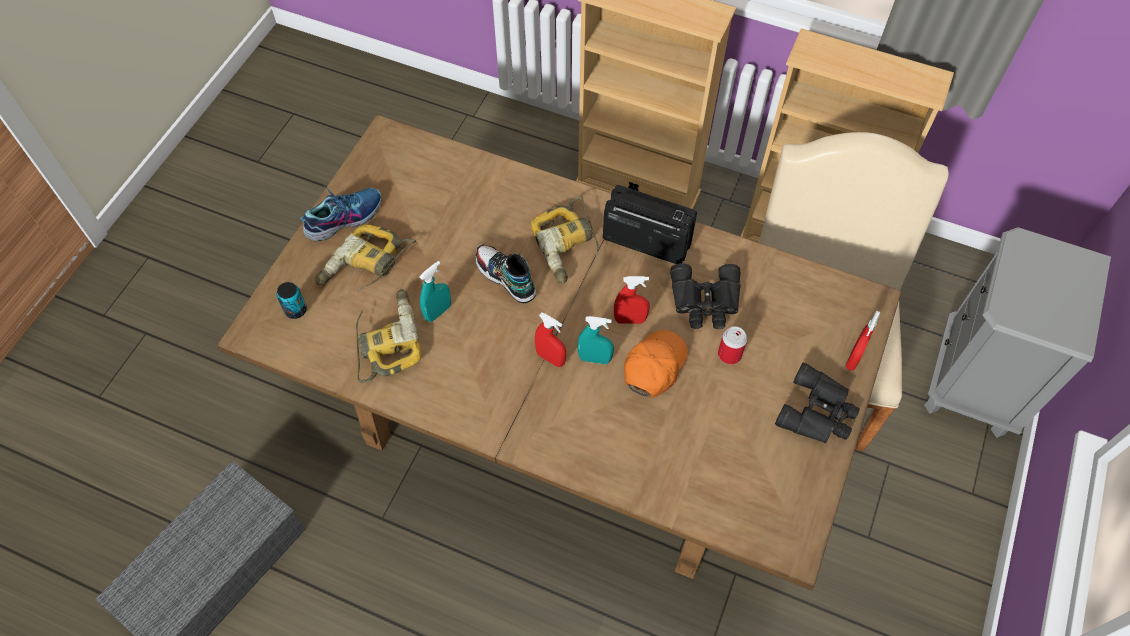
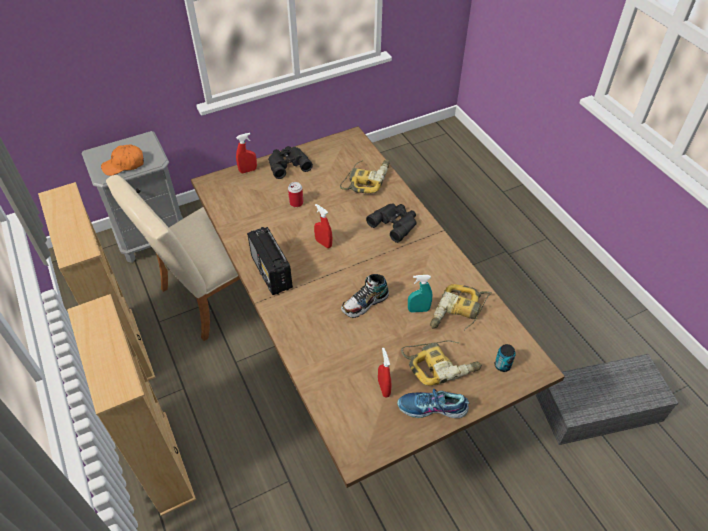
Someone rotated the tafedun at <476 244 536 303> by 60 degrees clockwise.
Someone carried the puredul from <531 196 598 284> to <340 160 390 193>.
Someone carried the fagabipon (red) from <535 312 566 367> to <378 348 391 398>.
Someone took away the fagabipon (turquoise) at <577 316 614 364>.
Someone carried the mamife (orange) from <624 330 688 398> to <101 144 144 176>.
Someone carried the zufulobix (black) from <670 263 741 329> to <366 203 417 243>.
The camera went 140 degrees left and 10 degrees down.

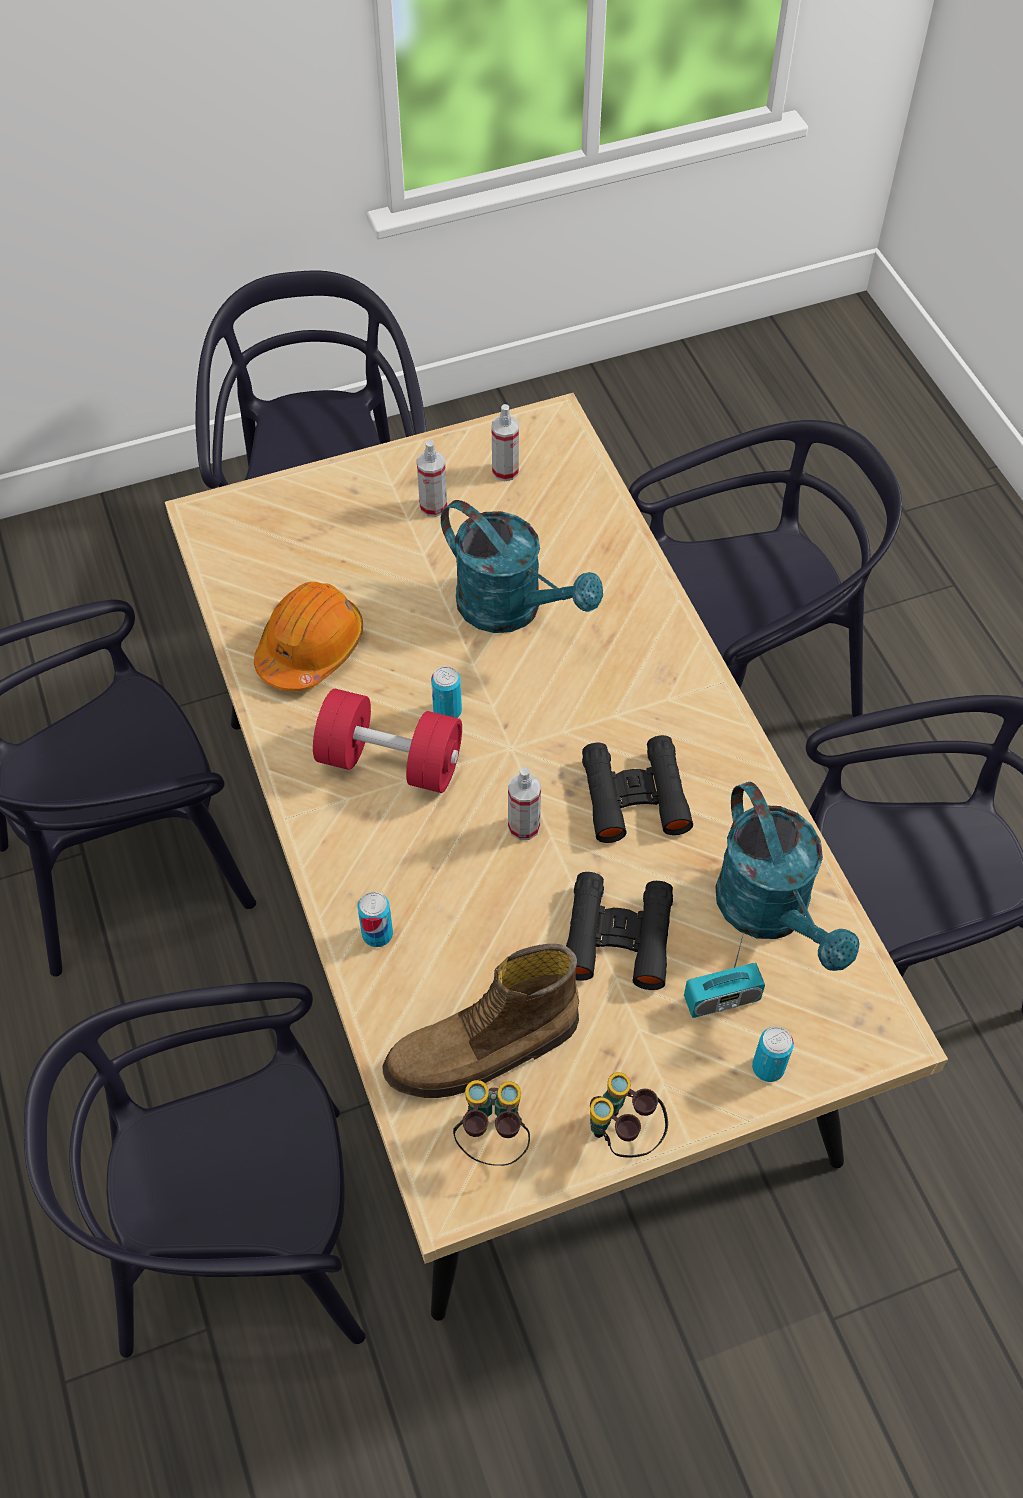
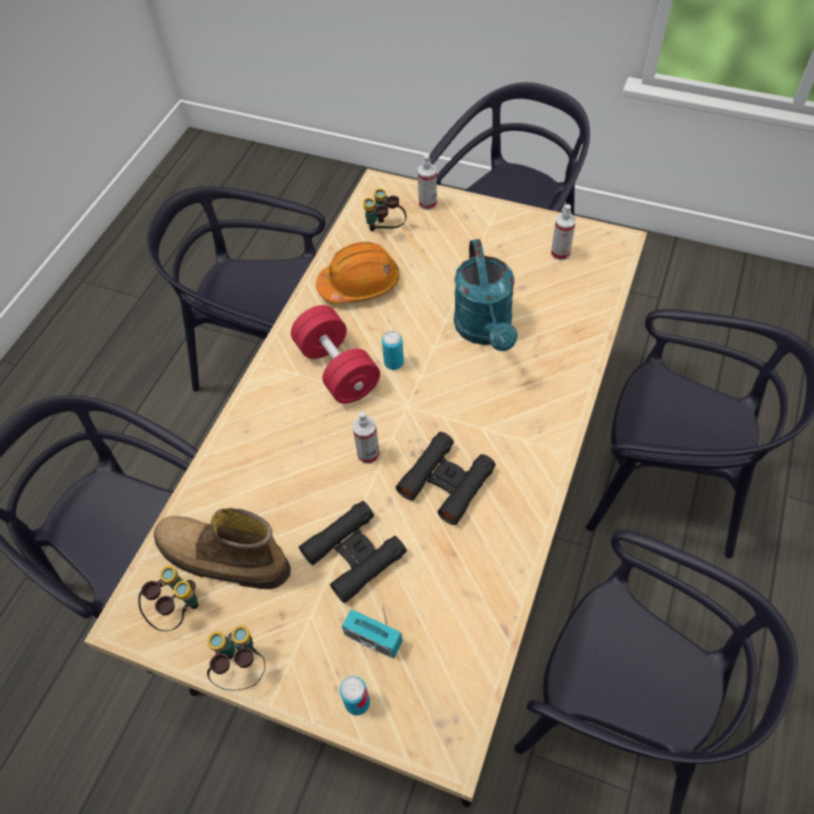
Someone took away the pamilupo at <357 892 393 947>.
Someone carried the fagabipon from <417 440 447 517> to <418 155 437 210>.
Someone took away the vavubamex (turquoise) at <715 782 860 971>.
Someone put down the zufulobix at <363 188 406 231>.
The camera went 45 degrees right and 0 degrees up.

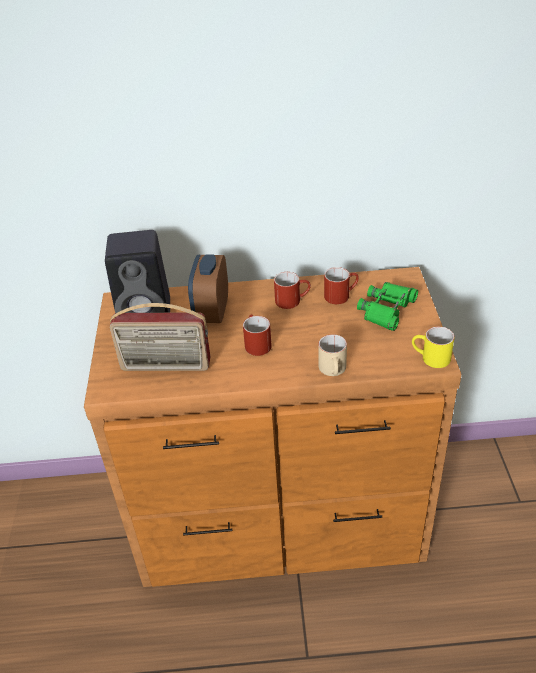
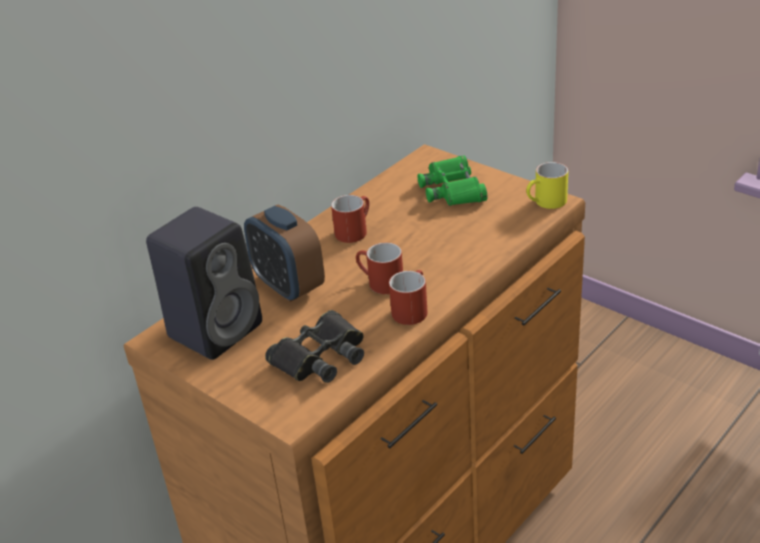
Someone swapped the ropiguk at <110 303 211 371> for the zufulobix (black) at <265 310 364 383>.
Someone took away the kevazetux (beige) at <318 334 347 376>.
Someone carried the kevazetux (red) from <324 267 359 304> to <389 270 428 325>.
The camera went 45 degrees left and 5 degrees down.

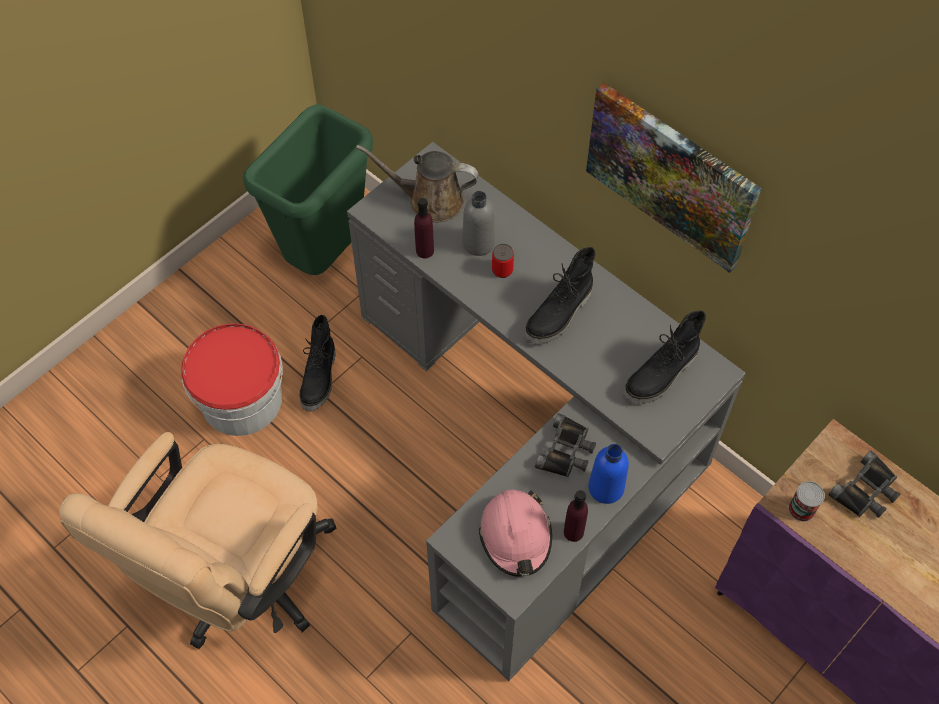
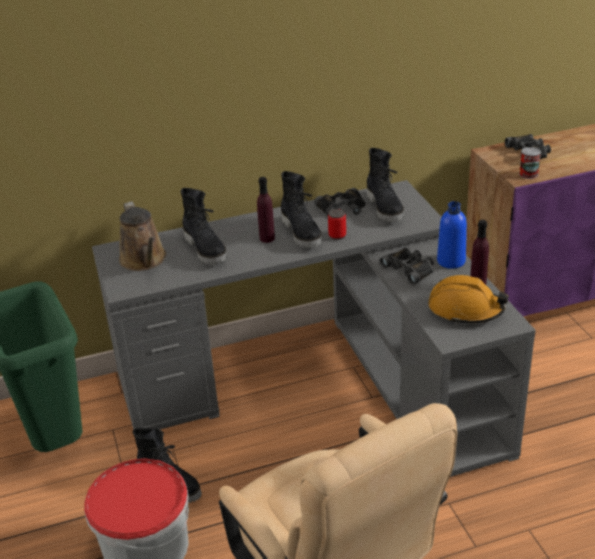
Someone rotated the vavubamex (brown) at <356 145 479 222> by 60 degrees counterclockwise.
Someone carried the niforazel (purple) from <414 198 434 258> to <257 177 275 243>.
Someone swapped the niforazel (grey) at <462 191 495 256> for the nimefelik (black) at <181 188 227 265>.
Someone repainted the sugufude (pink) at <479 489 552 577>, which became the sugufude (orange) at <428 275 509 325>.
Someone carried the pamilupo from <492 244 514 278> to <328 209 346 240>.
Someone took away the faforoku at <586 83 761 273>.
Someone put down the zufulobix (black) at <314 188 366 215>.
The camera went 60 degrees left and 25 degrees down.

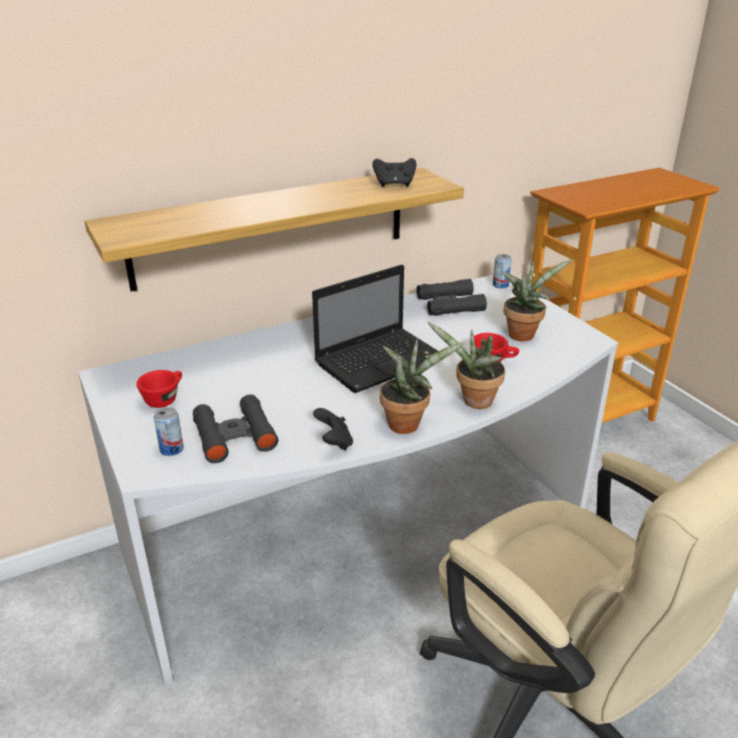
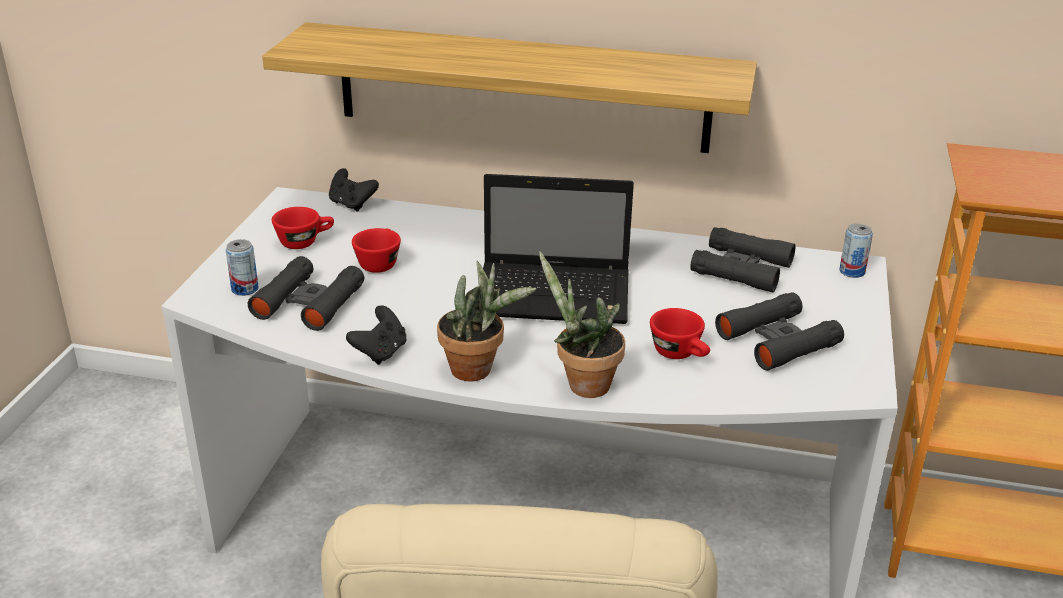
Someone carried the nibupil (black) from <373 158 416 187> to <329 168 379 212>.
Someone swapped the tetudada at <501 259 572 341> for the zufulobix (black) at <715 292 844 371>.
Someone put down the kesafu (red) at <352 228 401 273>.
The camera went 40 degrees right and 0 degrees up.

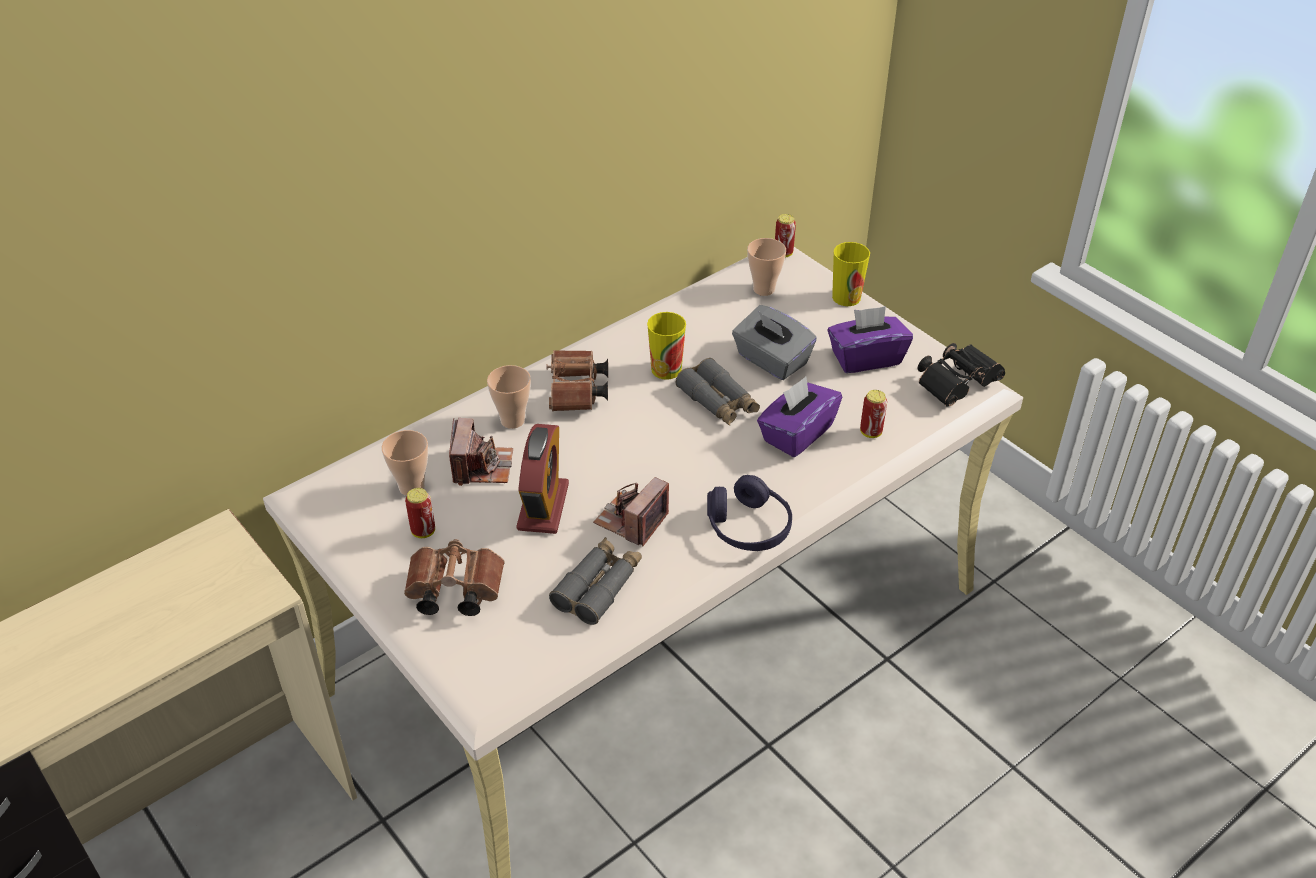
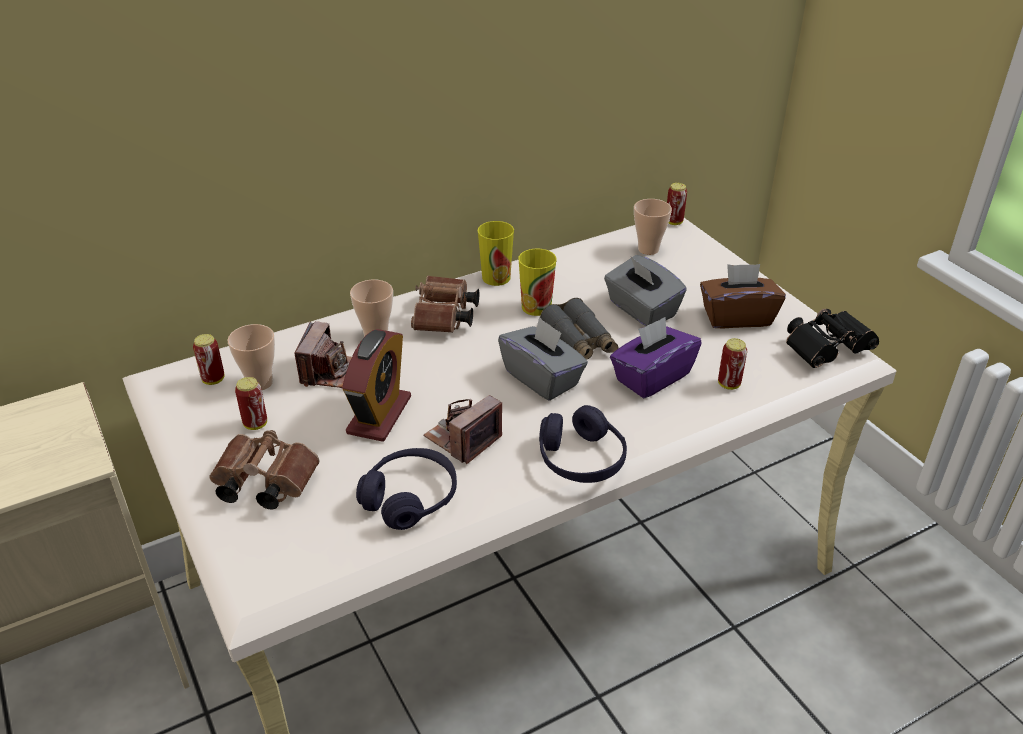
Someone swapped the zufulobix (grey) at <549 537 642 625> for the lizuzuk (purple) at <356 448 457 530>.
Someone repainted the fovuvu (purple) at <827 306 913 373>, which became the fovuvu (brown) at <700 264 786 328>.
Someone carried the kesafu from <832 242 870 306> to <478 221 514 286>.
Someone put down the pamilupo at <193 334 225 385>.
Someone put down the fovuvu (grey) at <498 317 588 401>.
The camera went 10 degrees right and 5 degrees down.

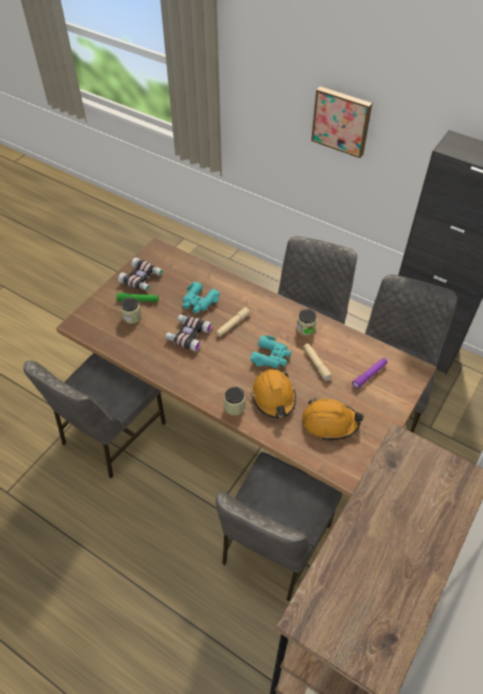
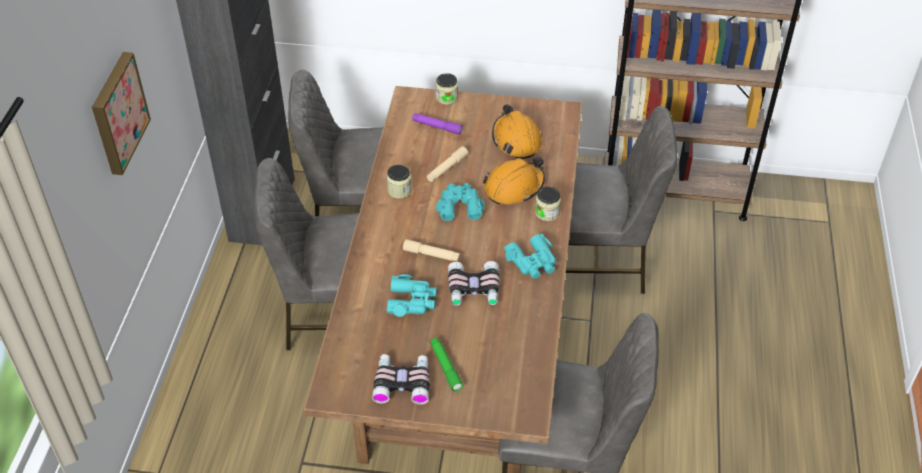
Someone carried the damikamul from <121 297 142 324> to <436 73 458 105>.
Someone put down the zufulobix (turquoise) at <504 234 556 279>.
The camera went 115 degrees left and 5 degrees down.

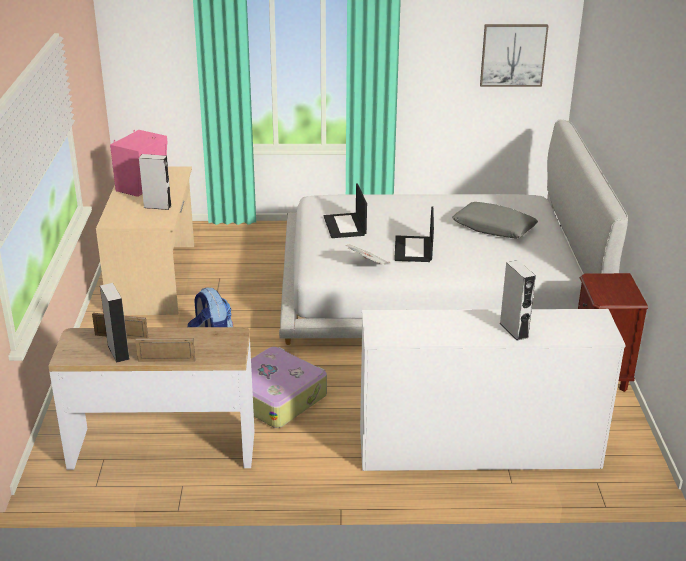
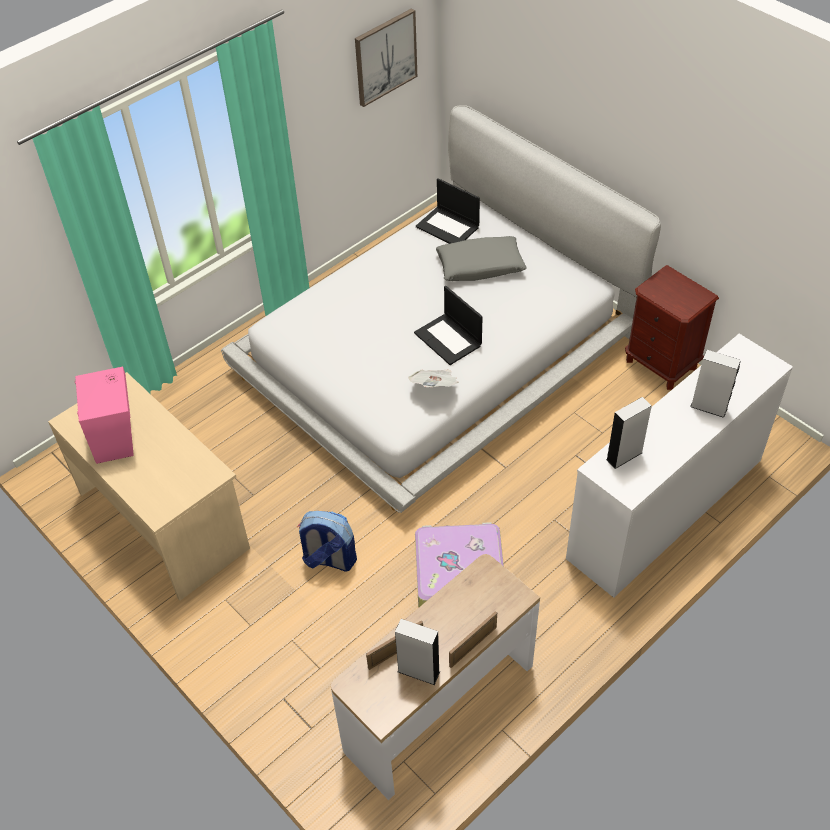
Someone carried the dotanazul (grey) from <139 154 172 210> to <606 397 652 469>.
Someone carried the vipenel from <324 183 367 238> to <416 178 480 244>.
The camera went 40 degrees left and 20 degrees up.

